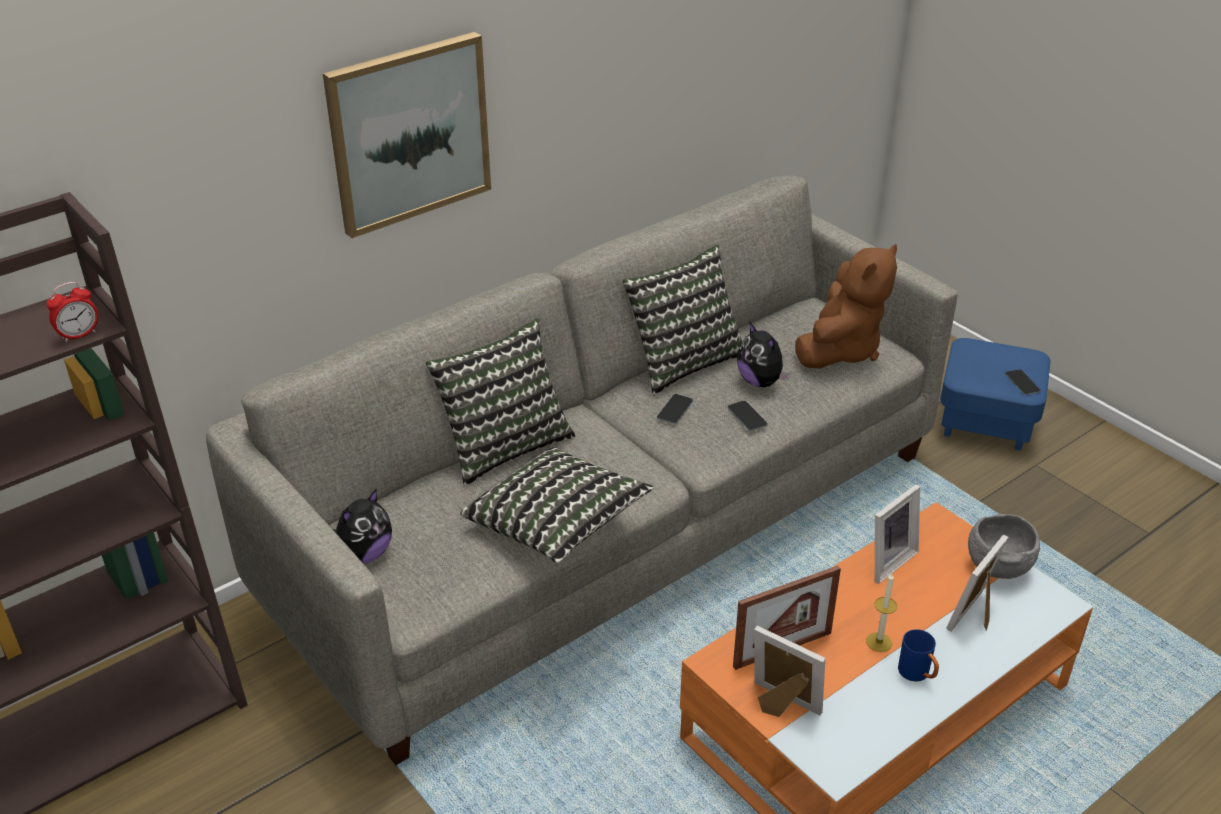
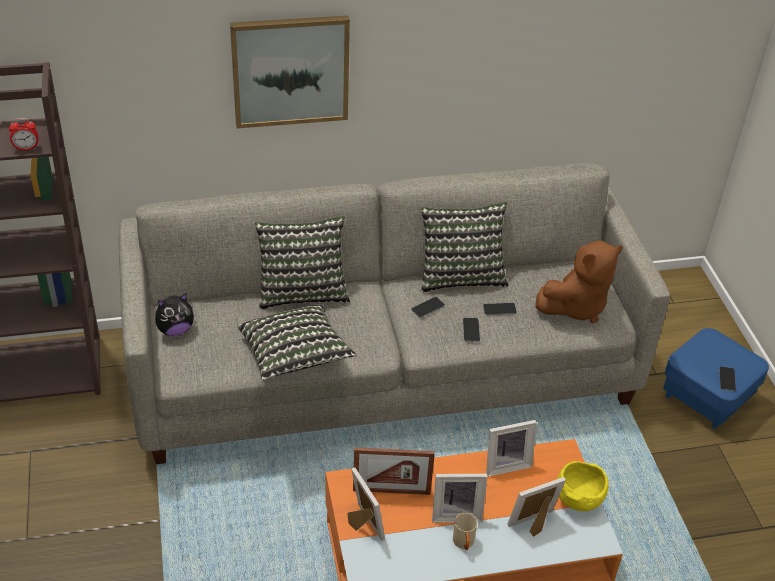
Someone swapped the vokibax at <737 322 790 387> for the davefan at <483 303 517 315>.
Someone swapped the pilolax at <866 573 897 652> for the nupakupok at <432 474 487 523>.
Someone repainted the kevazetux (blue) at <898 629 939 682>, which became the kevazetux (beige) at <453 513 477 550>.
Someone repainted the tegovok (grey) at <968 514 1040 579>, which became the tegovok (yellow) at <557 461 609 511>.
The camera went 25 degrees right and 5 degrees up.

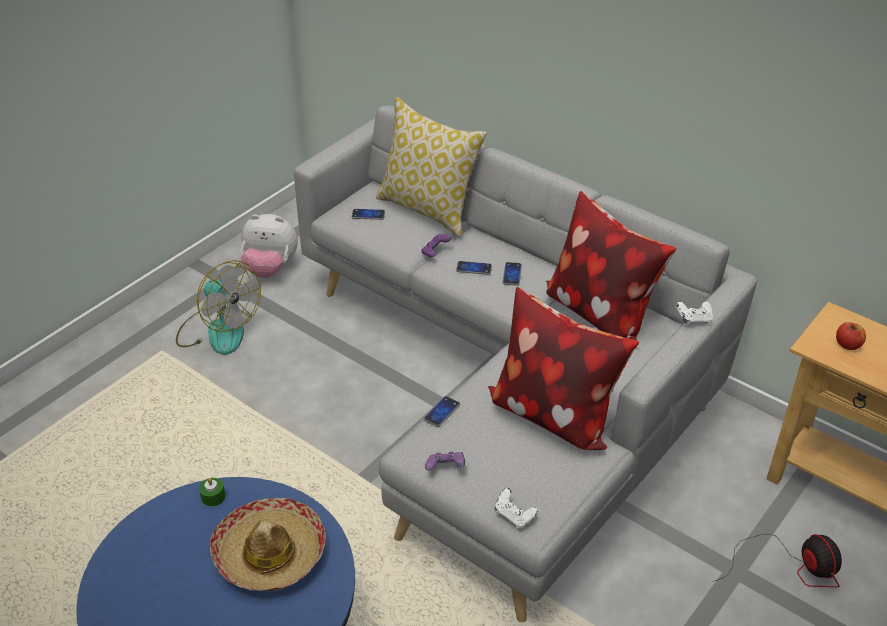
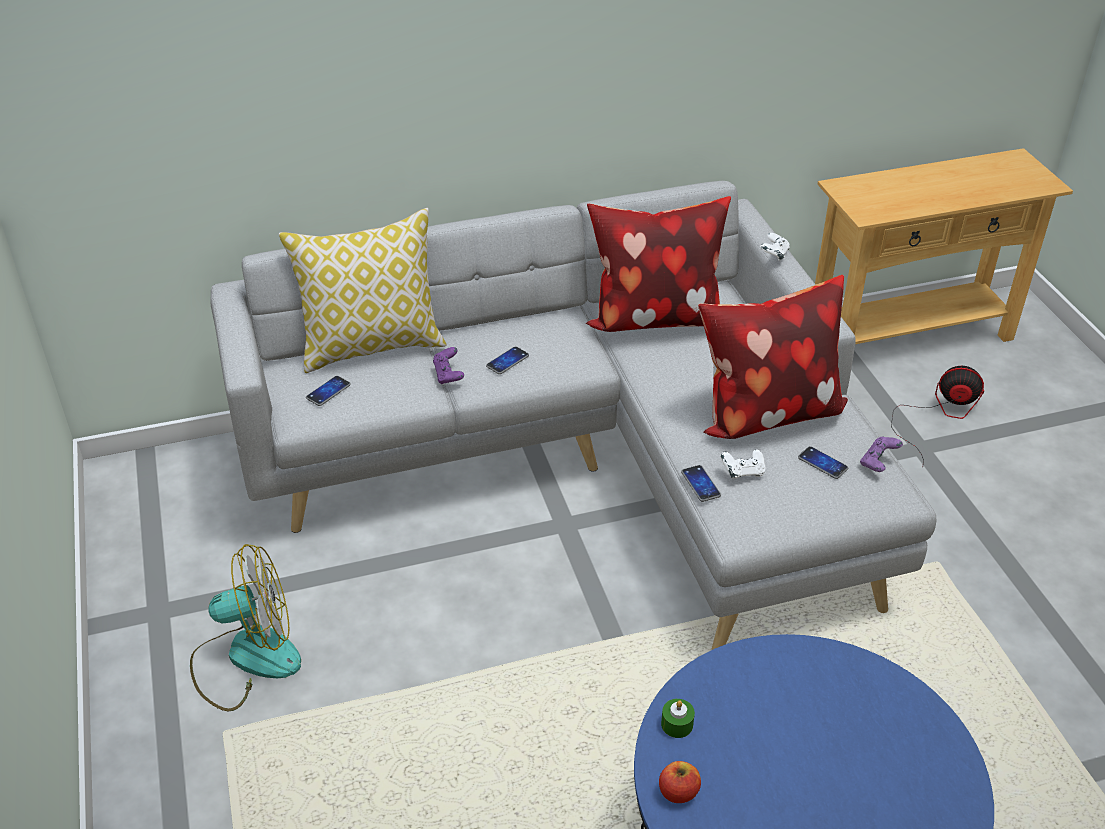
Someone took away the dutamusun at <210 498 326 591>.
Someone took away the vokibax at <240 214 298 278>.
Someone carried the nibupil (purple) from <425 452 465 471> to <860 436 903 472>.
Someone carried the nibupil (white) from <495 488 538 528> to <721 449 766 479>.
Someone carried the davefan from <503 262 522 286> to <798 446 848 479>.
Someone carried the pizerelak from <836 322 866 350> to <659 761 701 803>.
The camera went 55 degrees left and 0 degrees up.

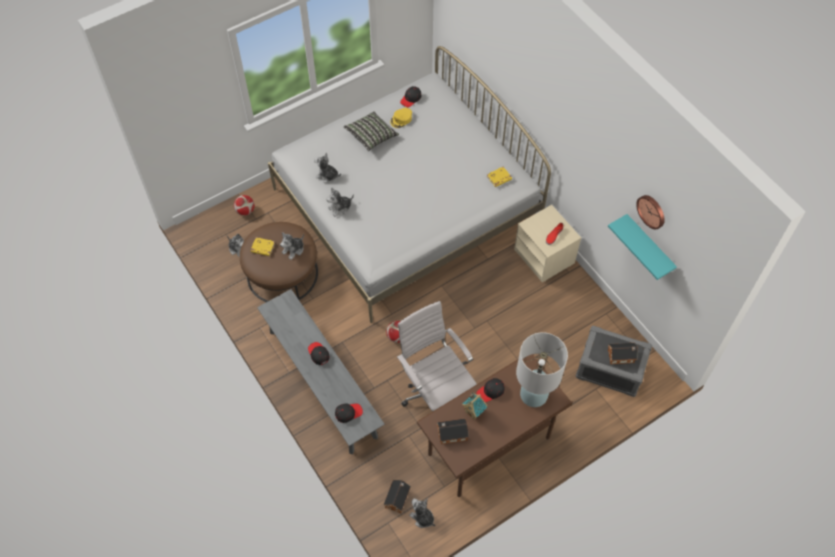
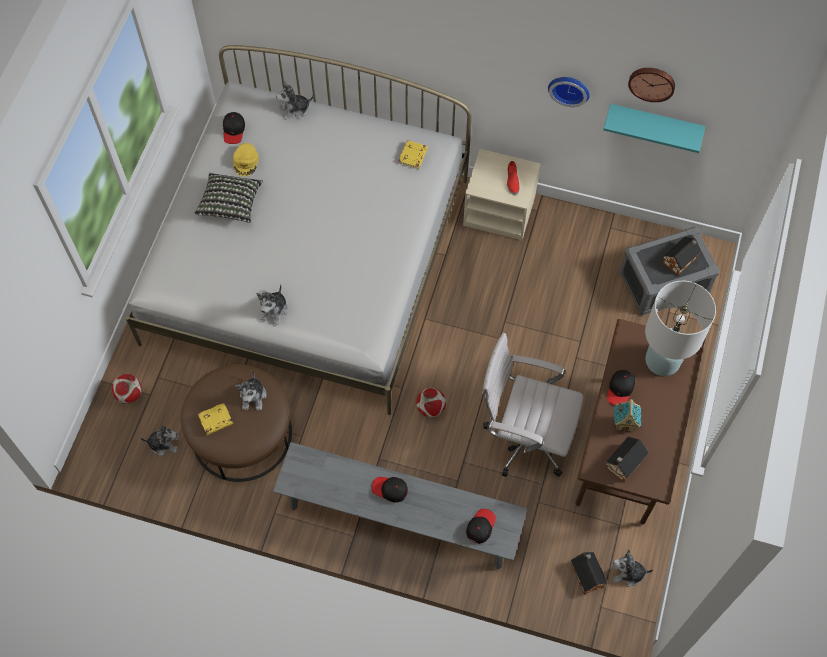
Someone carried the vokibax from <314 152 341 183> to <276 81 314 120>.
Someone put up the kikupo at <548 77 590 107>.
The camera went 40 degrees left and 5 degrees up.

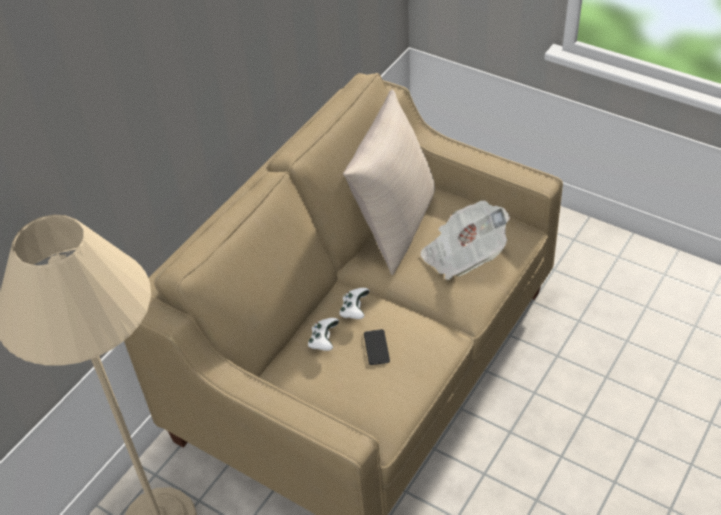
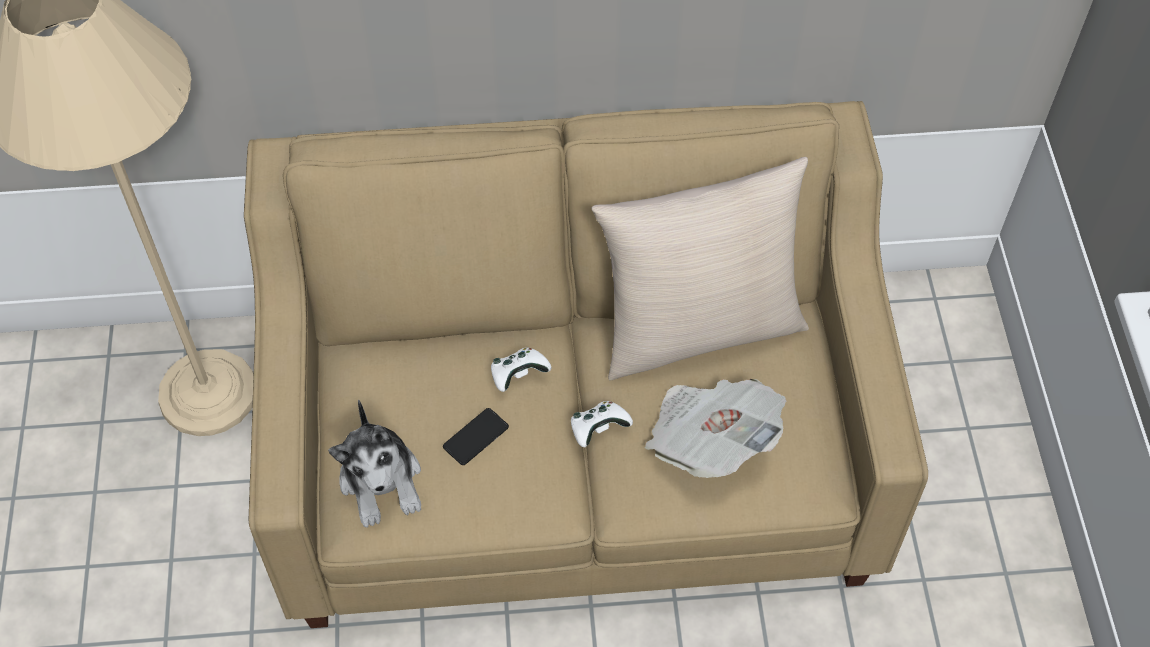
Someone carried the nibupil (white) from <308 318 339 351> to <571 401 633 447>.
Someone put down the vokibax at <328 400 421 528>.
The camera went 50 degrees right and 10 degrees up.

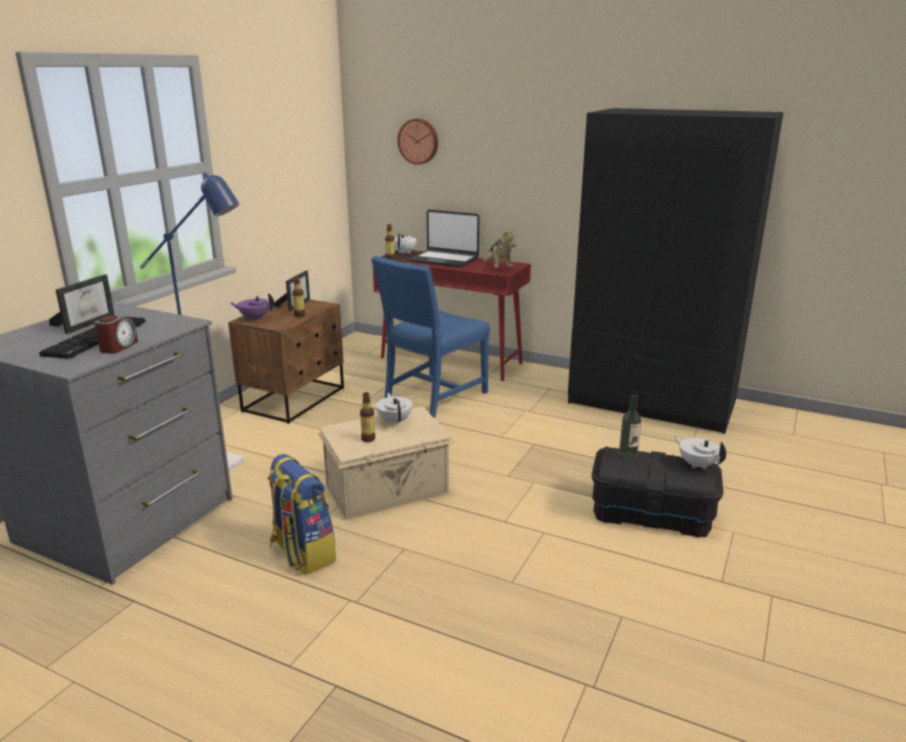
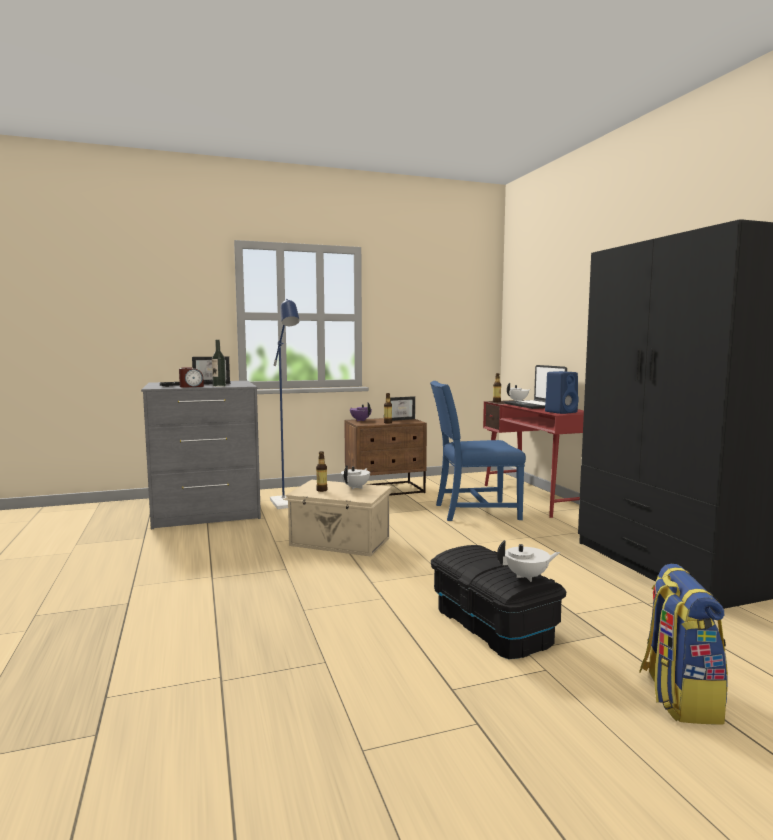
Someone carried the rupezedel from <267 454 336 575> to <639 564 728 724>.
Someone took away the kikupo at <397 119 438 165>.
Someone swapped the vokibax at <483 228 516 268> for the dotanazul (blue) at <545 371 579 414>.
Someone carried the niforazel from <619 394 641 460> to <212 340 226 387>.
Someone rotated the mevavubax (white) at <673 436 726 469> by 75 degrees clockwise.
The camera went 45 degrees right and 15 degrees down.

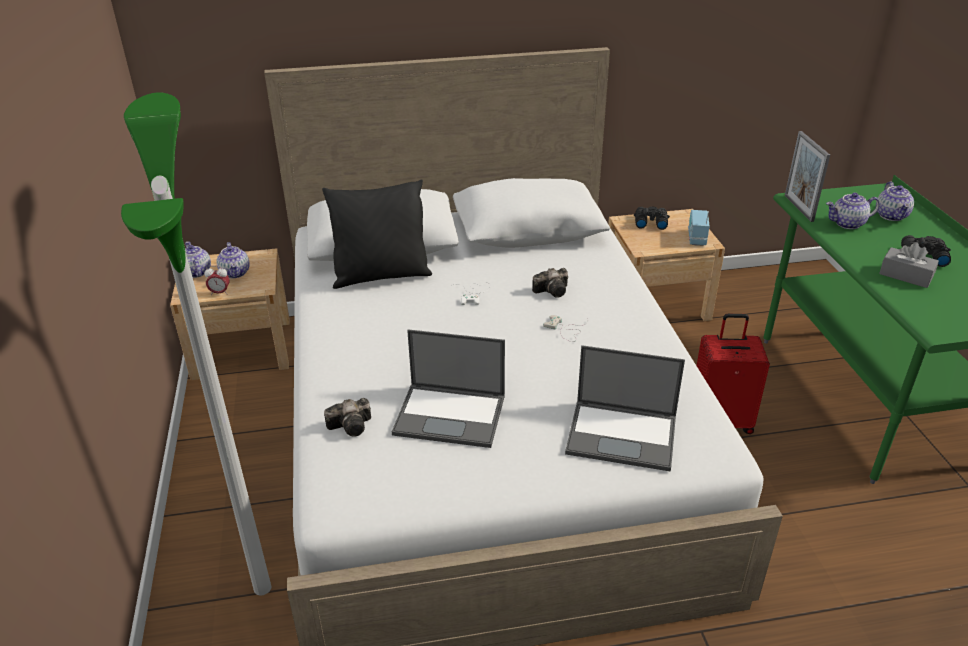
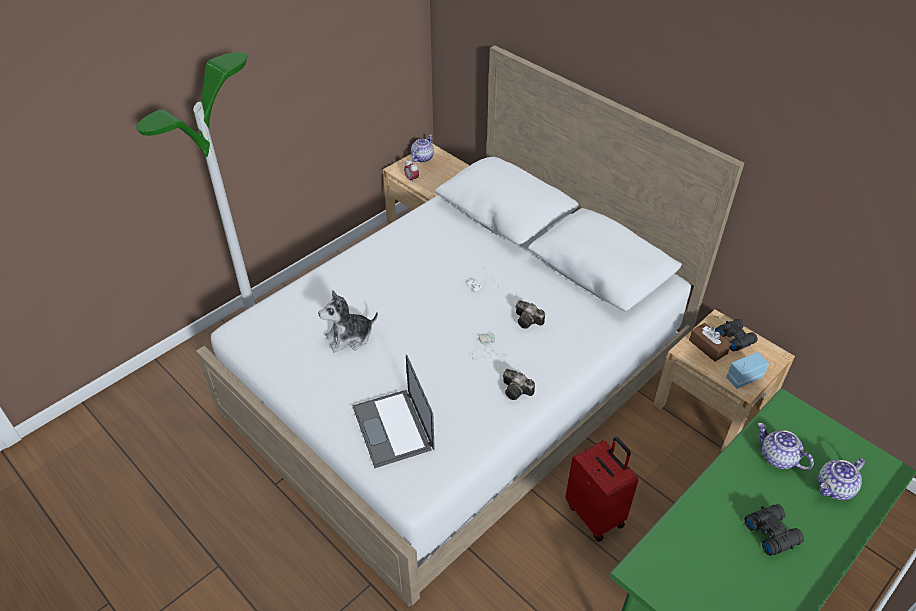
Someone took away the mevavubax at <217 242 250 278>.
Someone took away the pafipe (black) at <322 179 432 289>.
Someone carried the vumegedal from <324 398 371 437> to <503 369 535 400>.
Someone swapped the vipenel at <392 329 505 448> for the vokibax at <318 290 378 353>.
Someone took away the nupakupok at <785 131 830 222>.
Someone took away the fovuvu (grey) at <879 242 939 288>.
Someone put down the fovuvu (brown) at <689 323 731 362>.
The camera went 55 degrees right and 10 degrees up.

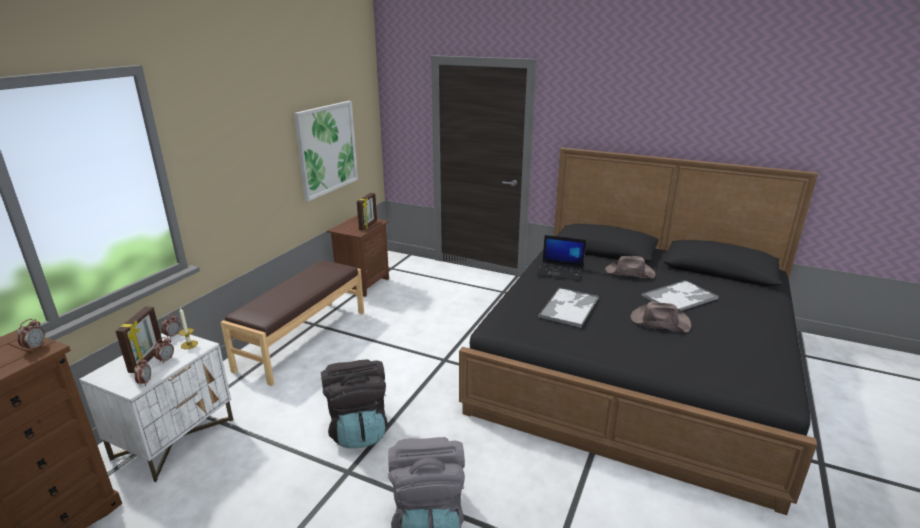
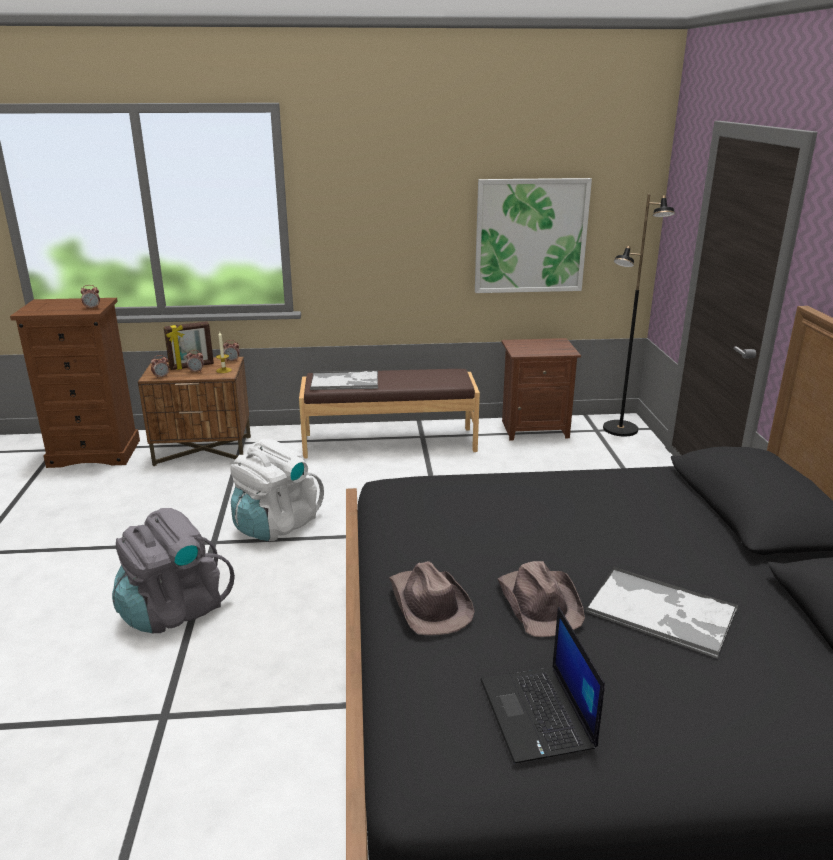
Someone repainted the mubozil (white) at <79 332 234 483>, which became the mubozil (brown) at <138 357 251 466>.
Someone repainted the rupezedel (black) at <321 359 388 448>, which became the rupezedel (white) at <231 439 324 541>.
Someone took away the nupakupok at <357 193 377 230>.
Someone carried the vipenel from <537 235 586 281> to <481 607 605 764>.
Someone carried the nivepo from <538 288 599 328> to <310 370 378 390>.
Someone carried the dutamusun (brown) from <605 256 656 279> to <389 561 475 635>.
Someone put down the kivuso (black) at <603 194 675 437>.
The camera went 60 degrees right and 0 degrees up.

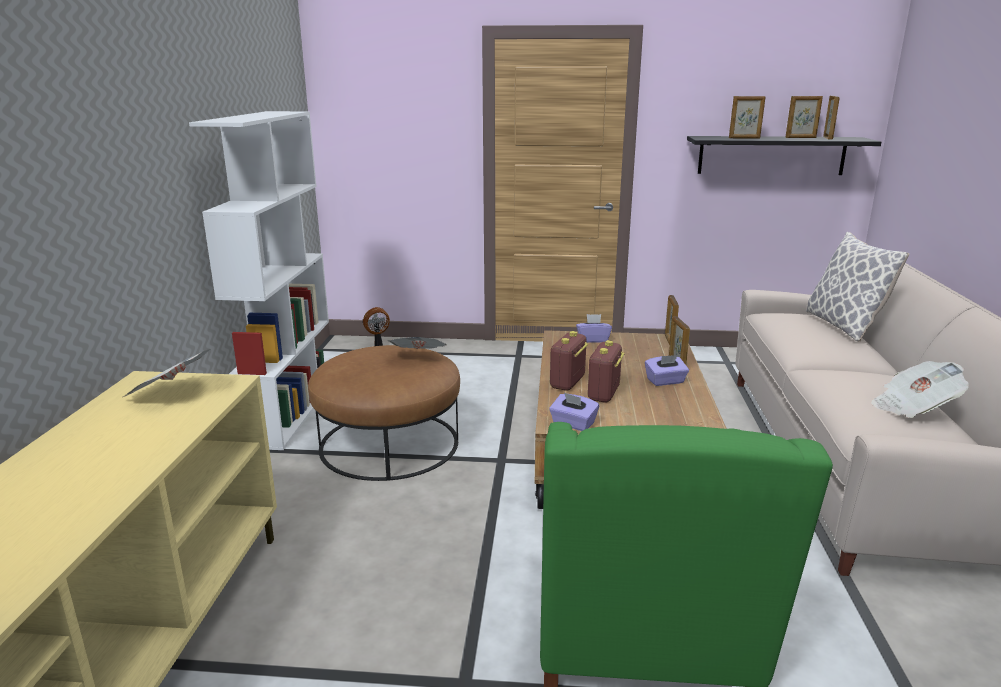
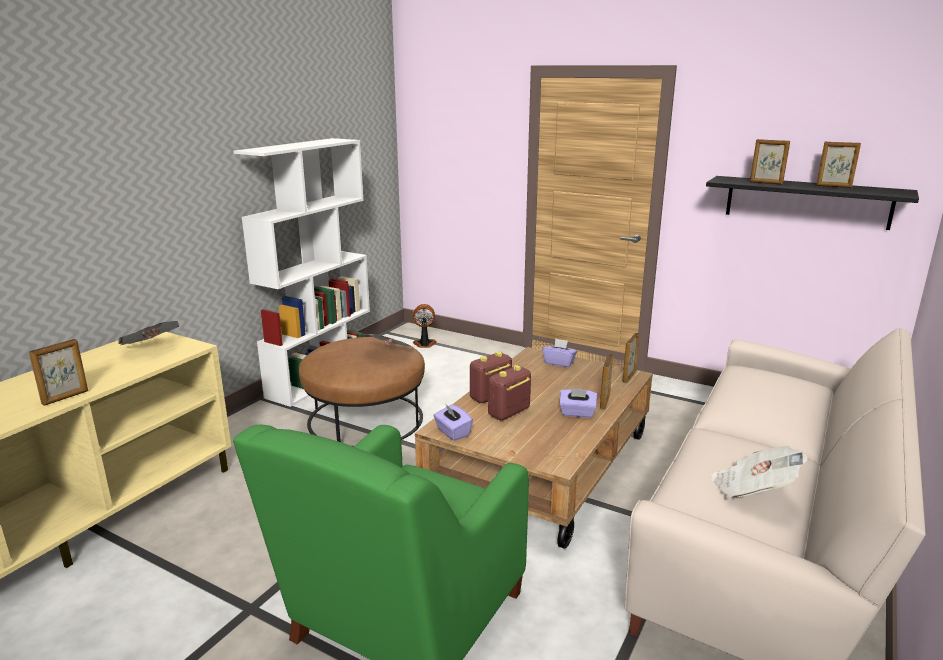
Someone took away the pafipe at <806 232 910 342>.
Someone carried the nupakupok from <823 96 840 140> to <29 339 88 406>.
The camera went 25 degrees right and 0 degrees up.

